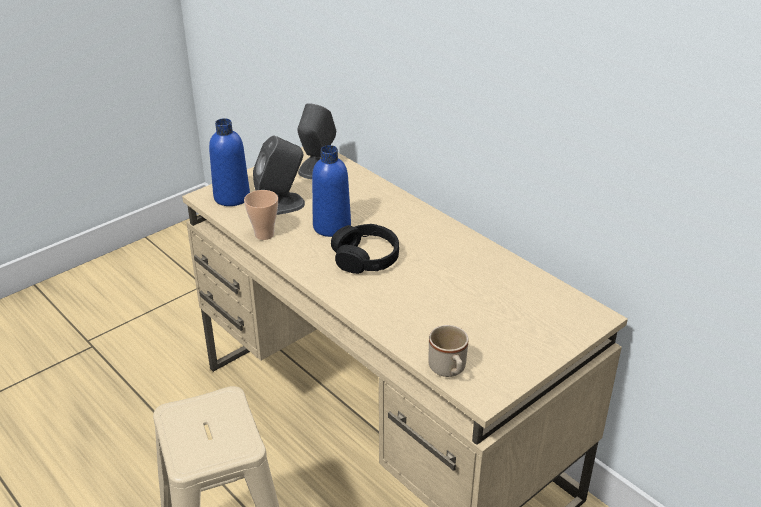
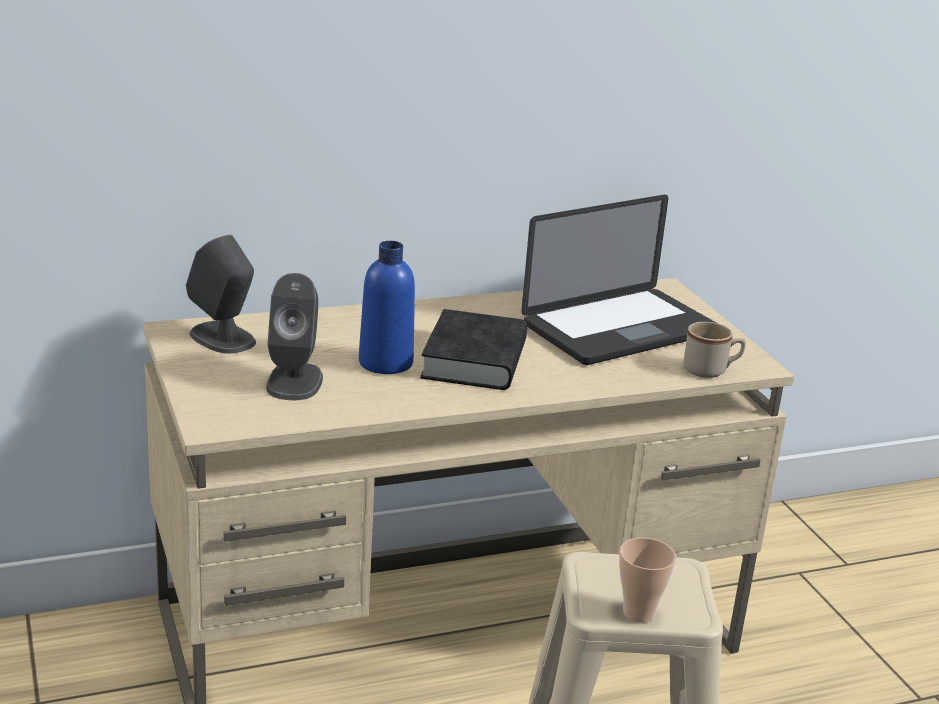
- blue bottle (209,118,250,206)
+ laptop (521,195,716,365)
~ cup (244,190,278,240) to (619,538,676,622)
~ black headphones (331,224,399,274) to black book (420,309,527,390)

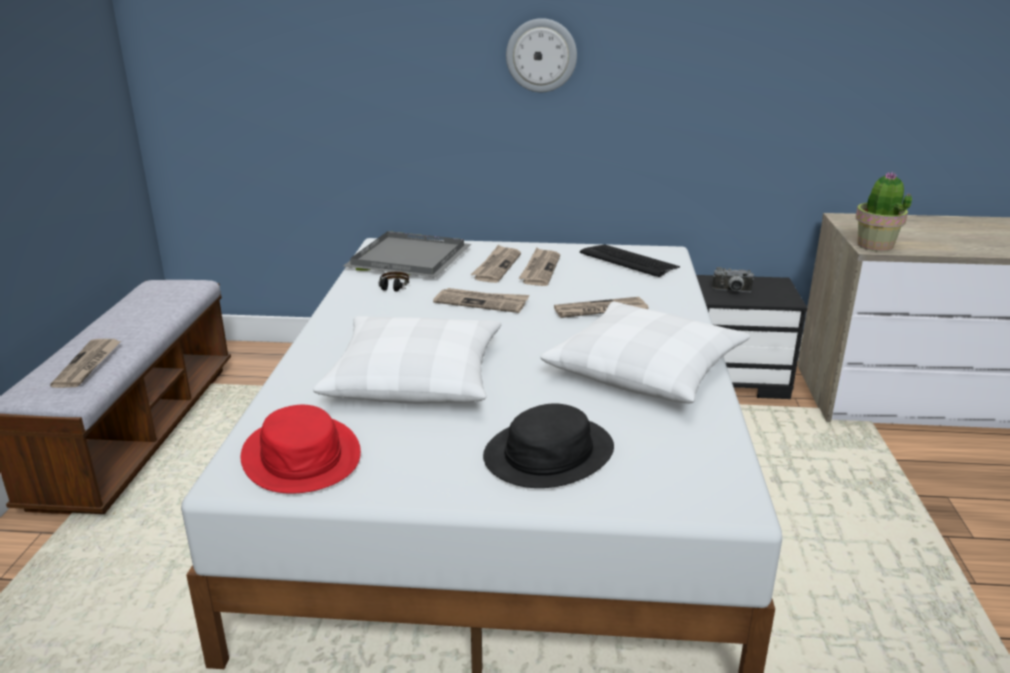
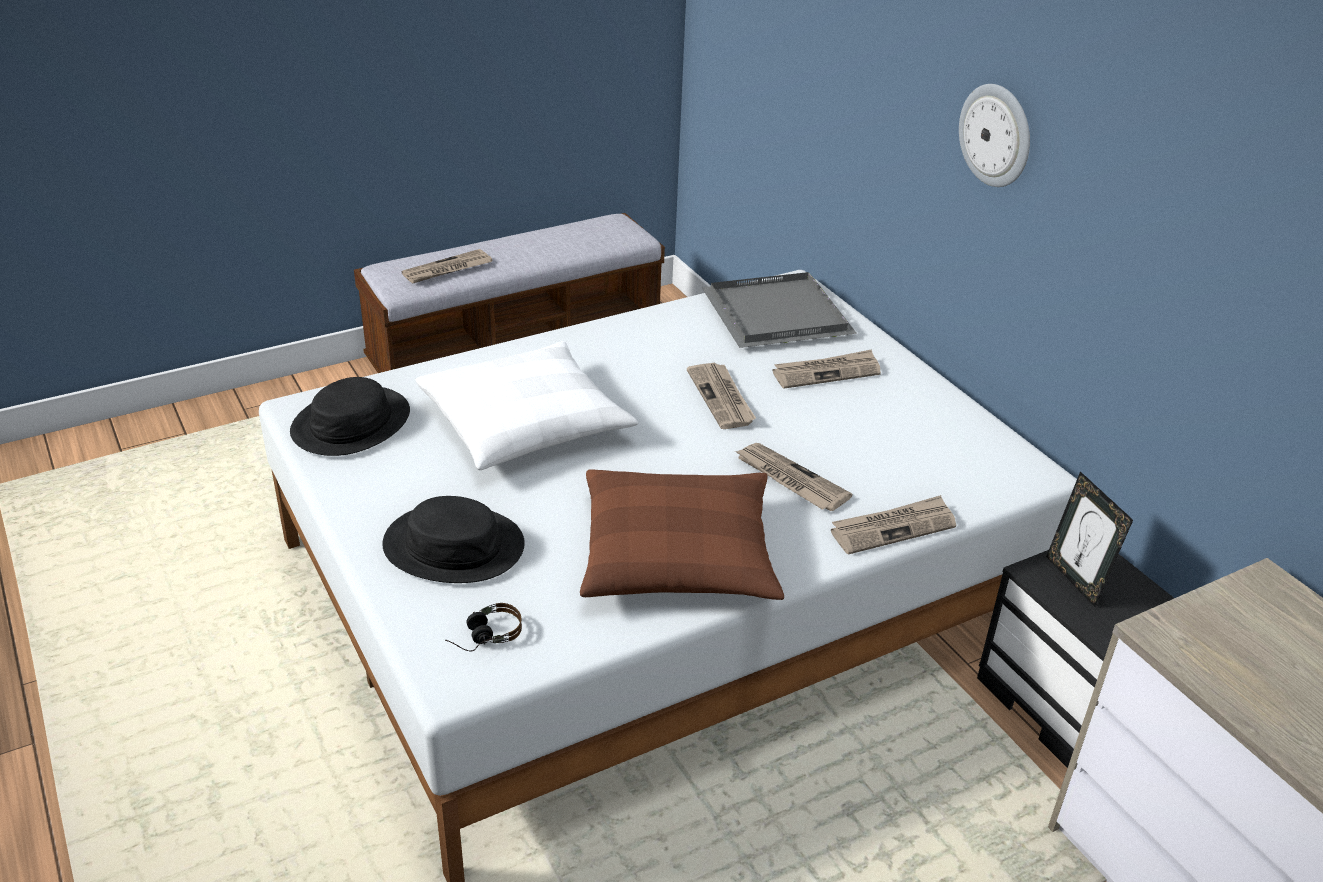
- keyboard (580,244,680,277)
- potted plant (856,173,912,252)
~ headphones (378,272,409,291) to (445,603,522,652)
~ newspaper (518,247,560,286) to (831,495,956,555)
~ photo camera (712,267,754,292) to picture frame (1046,471,1133,607)
~ red hat (241,405,361,494) to black hat (290,377,410,456)
~ white pillow (541,302,750,404) to brown pillow (580,469,784,600)

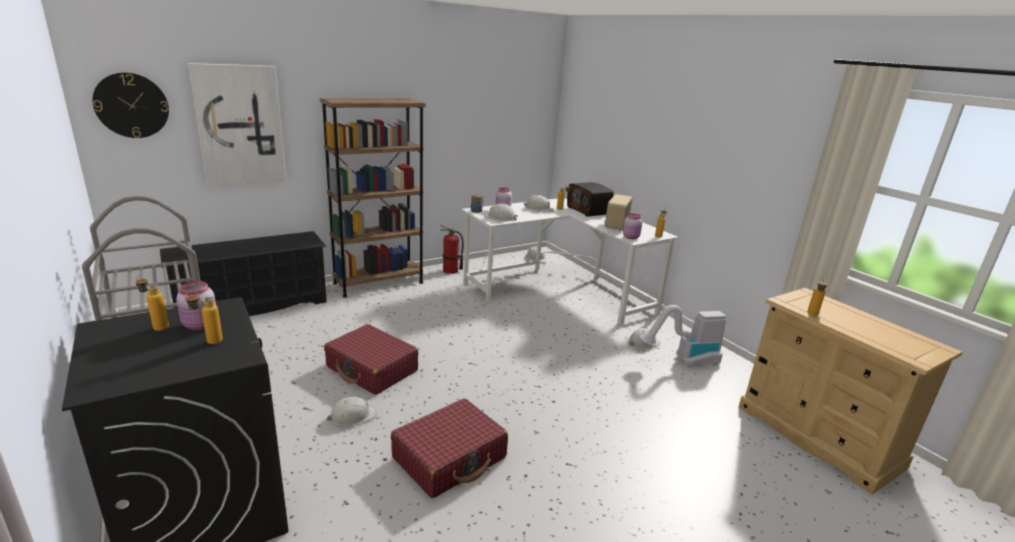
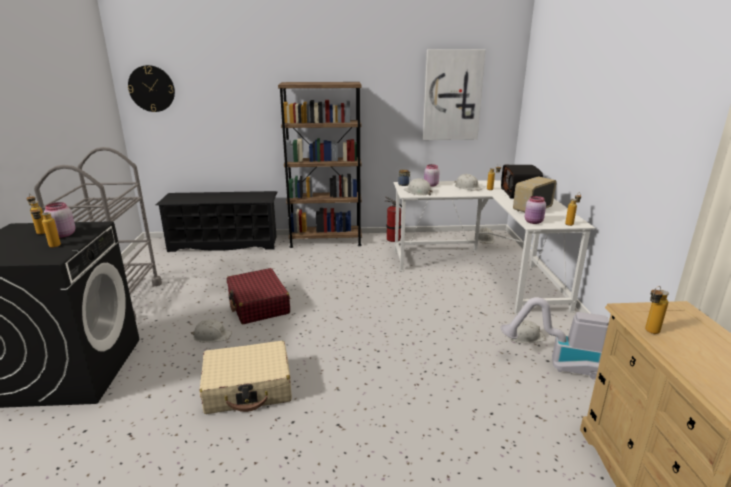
~ picture (188,63,286,186) to (423,50,486,140)
~ red suitcase (391,398,508,498) to beige suitcase (200,341,292,414)

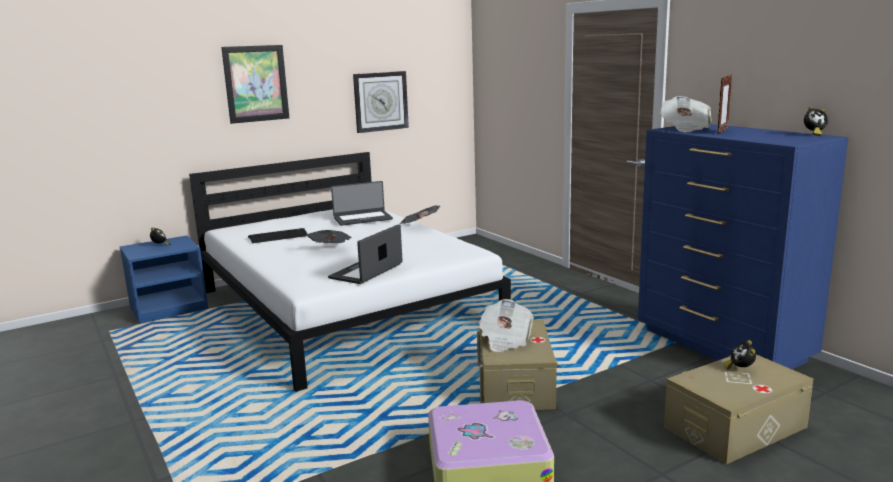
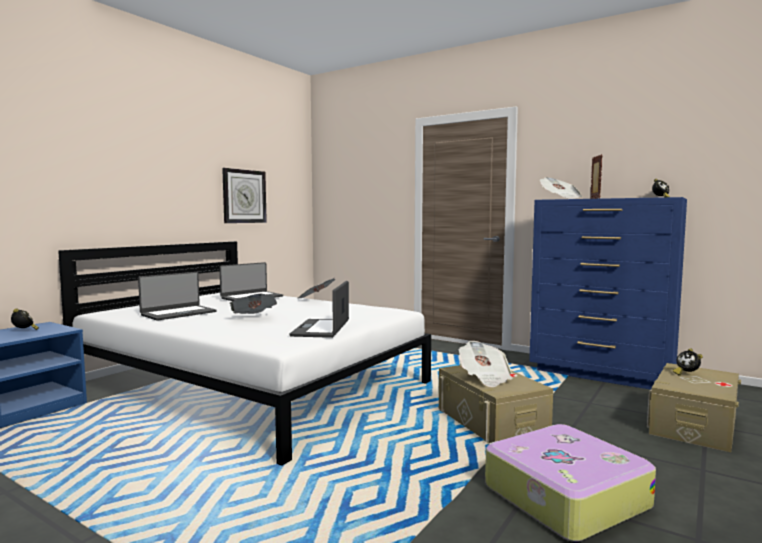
- picture (221,45,289,124)
~ keyboard (248,228,307,243) to laptop (138,272,216,321)

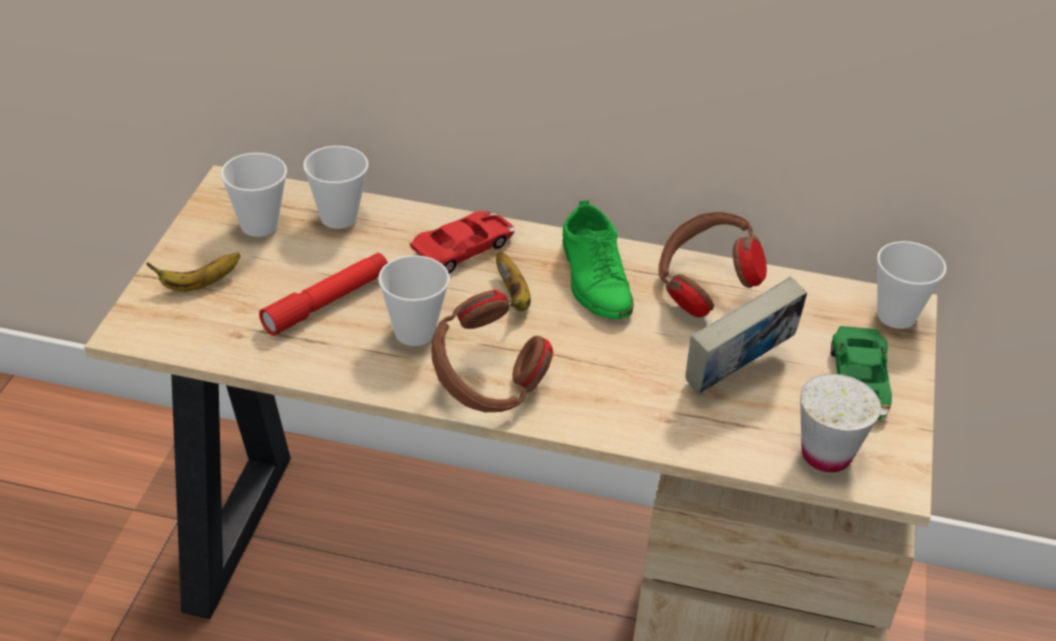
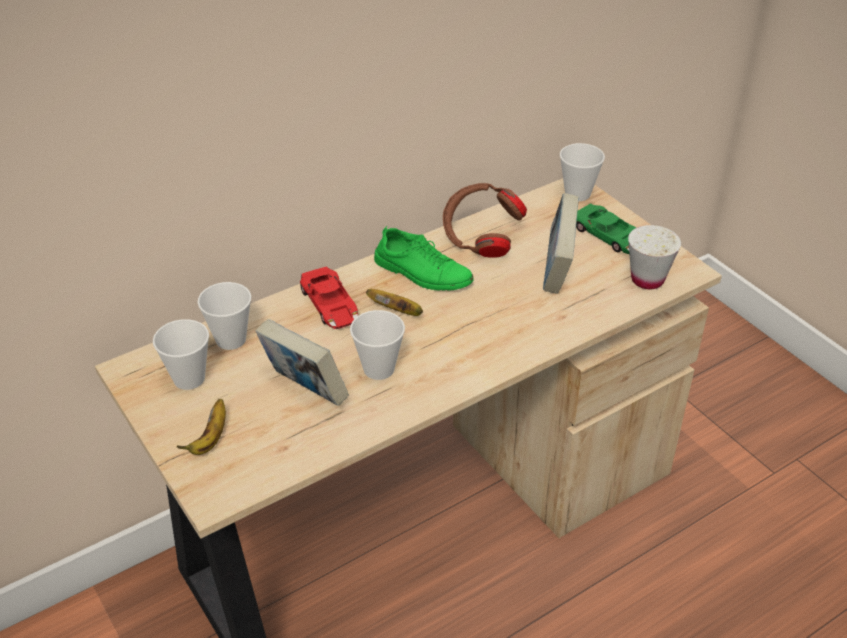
- brown headphones (431,290,553,412)
~ red flashlight (259,253,388,336) to book (255,319,349,406)
~ red toy car (410,211,515,273) = (300,267,358,329) 150 degrees clockwise

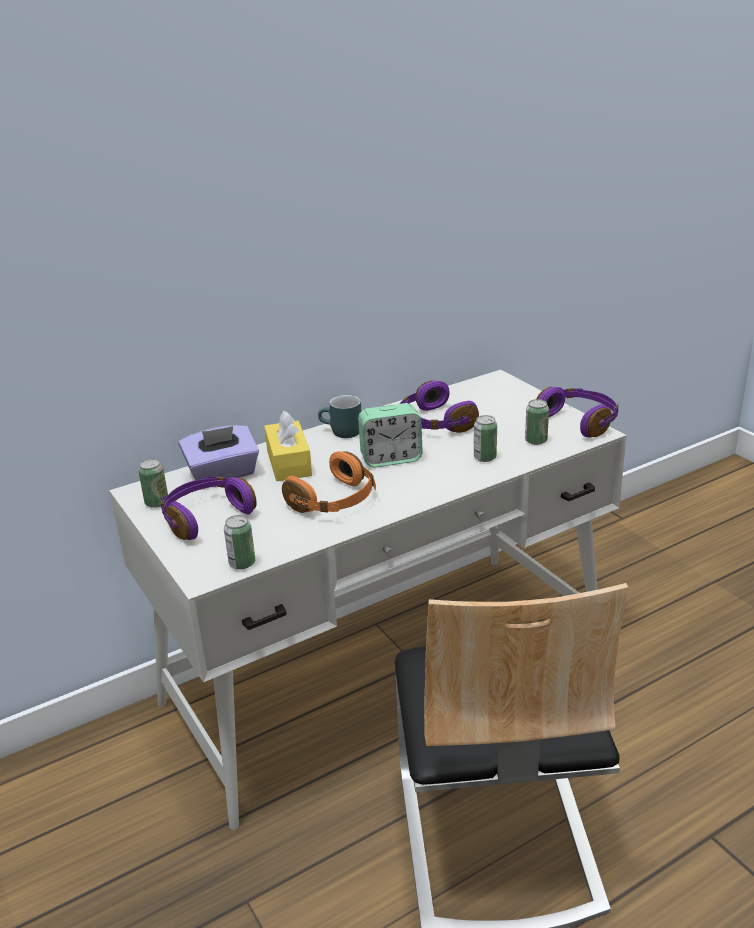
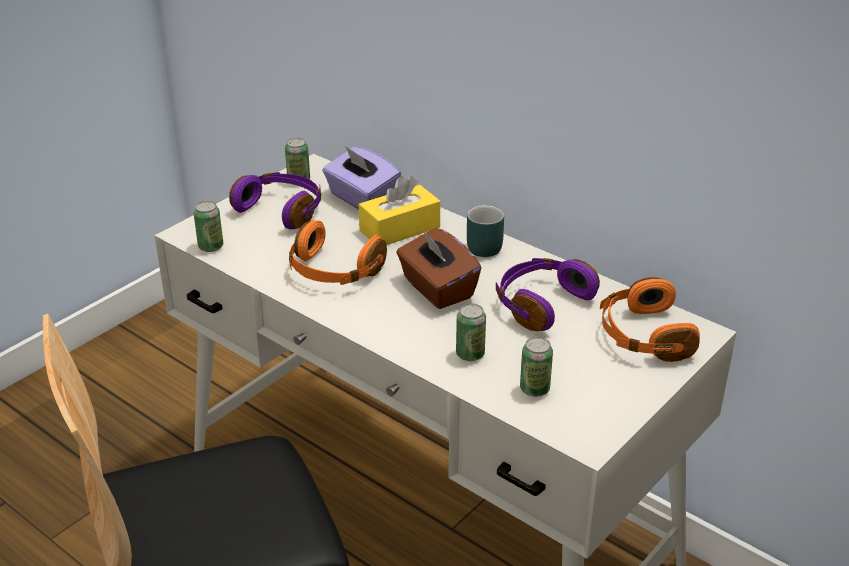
- purple headphones (537,387,618,437)
+ orange headphones (600,277,700,362)
~ alarm clock (358,403,422,467) to brown tissue box (396,228,481,309)

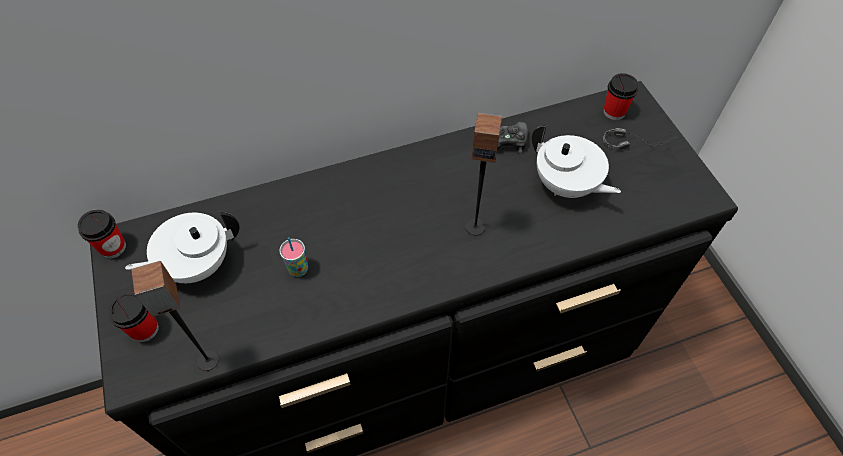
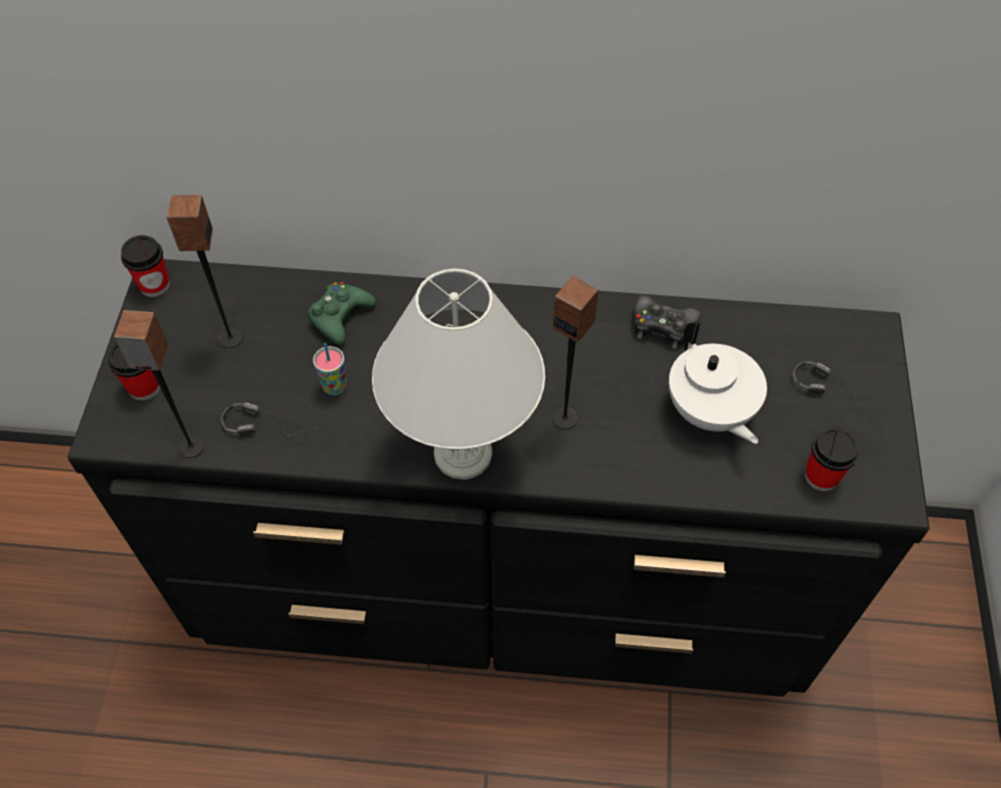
+ headphones (221,402,316,436)
+ green game controller (308,282,376,345)
+ white table lamp (372,269,545,480)
~ cup (603,73,638,120) to (805,427,859,491)
~ white teapot (125,212,239,283) to speaker (166,195,243,348)

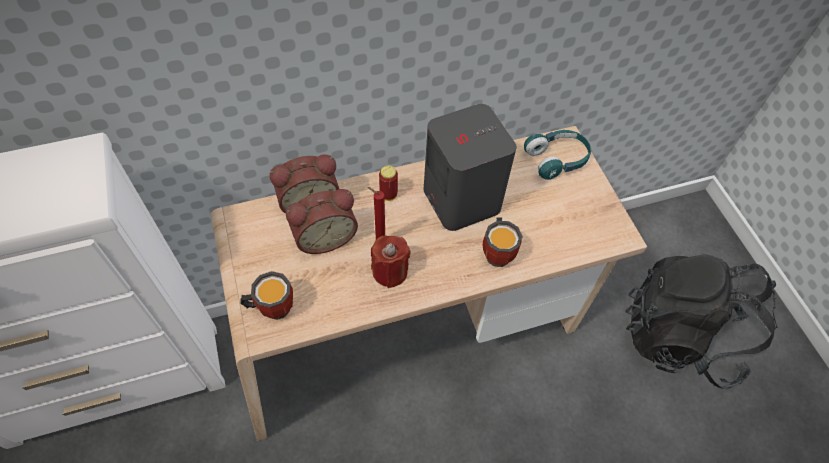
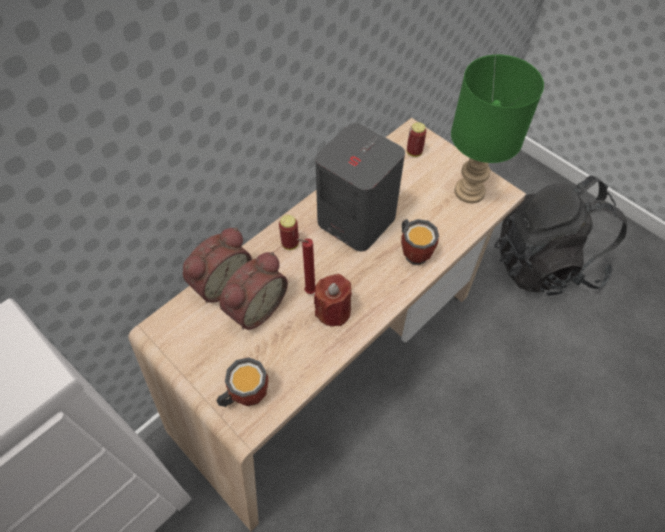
+ green table lamp (451,55,544,203)
~ turquoise headphones (524,130,591,180) to can (407,122,427,157)

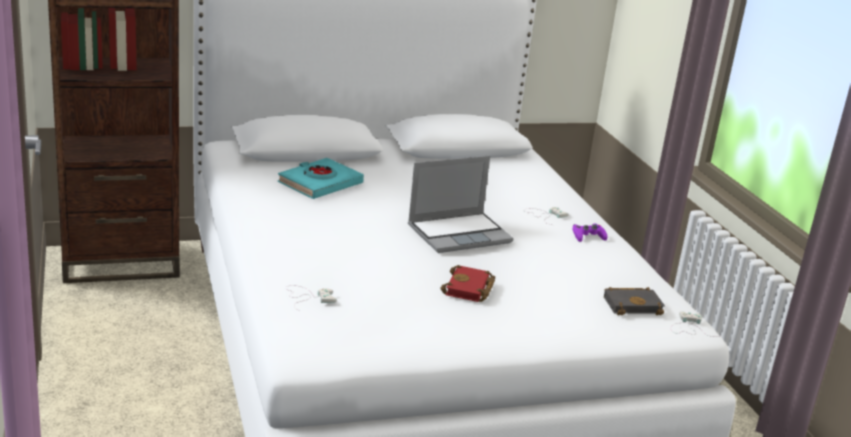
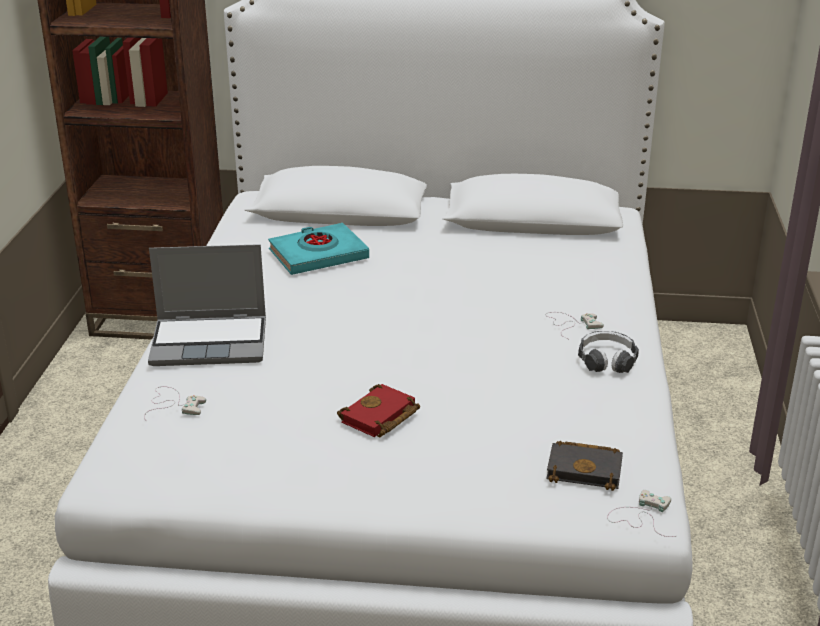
~ laptop (408,156,514,253) to (148,244,266,366)
~ purple game controller (572,223,607,242) to headphones (578,331,639,373)

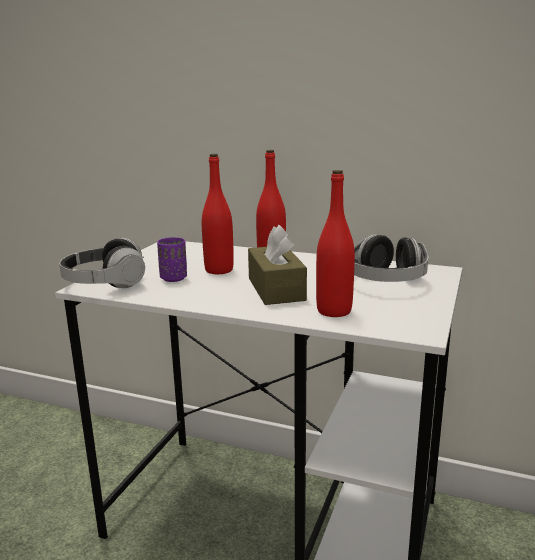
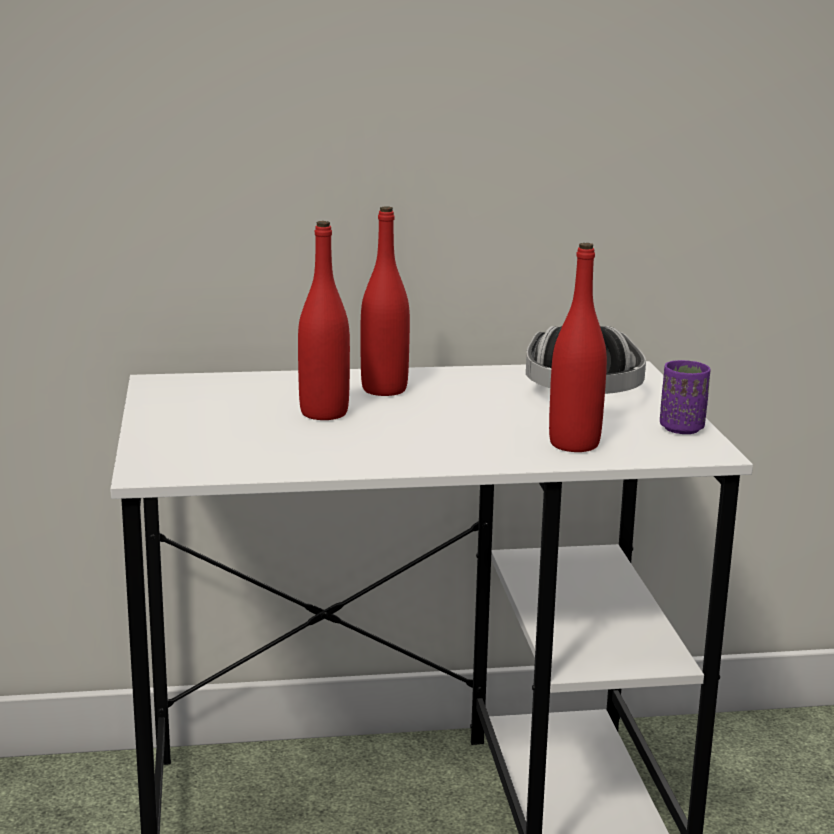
- headphones (59,238,145,288)
- brown tissue box (248,224,307,305)
~ purple cup (157,237,187,282) to (660,360,711,434)

